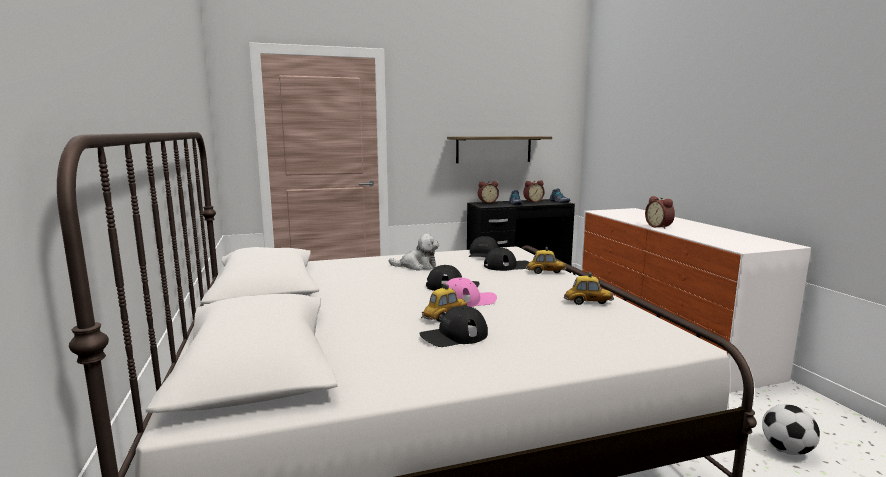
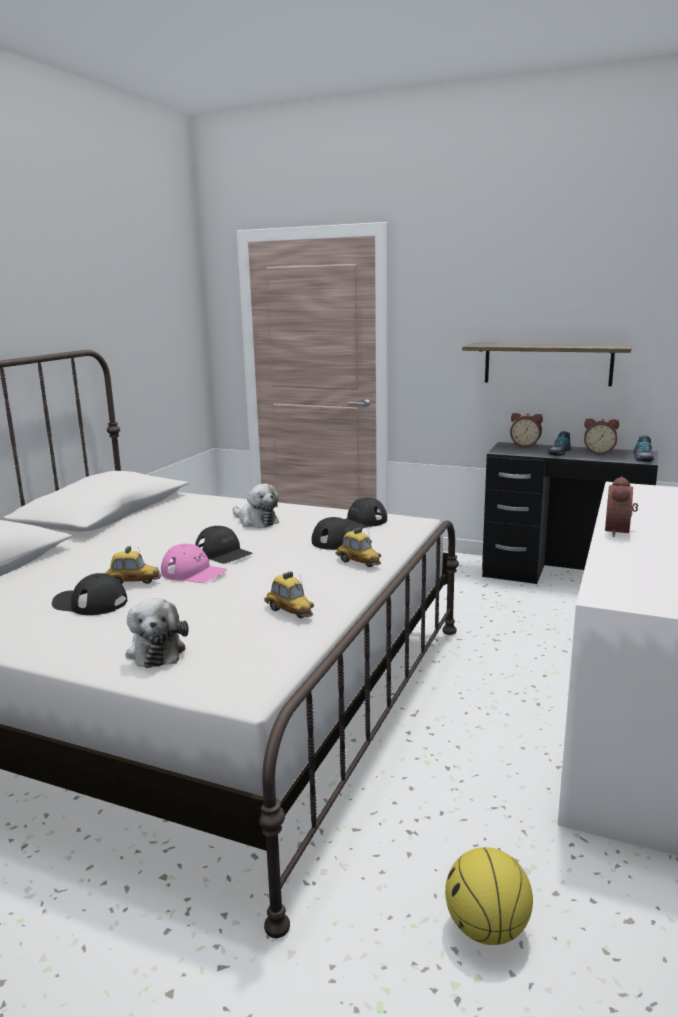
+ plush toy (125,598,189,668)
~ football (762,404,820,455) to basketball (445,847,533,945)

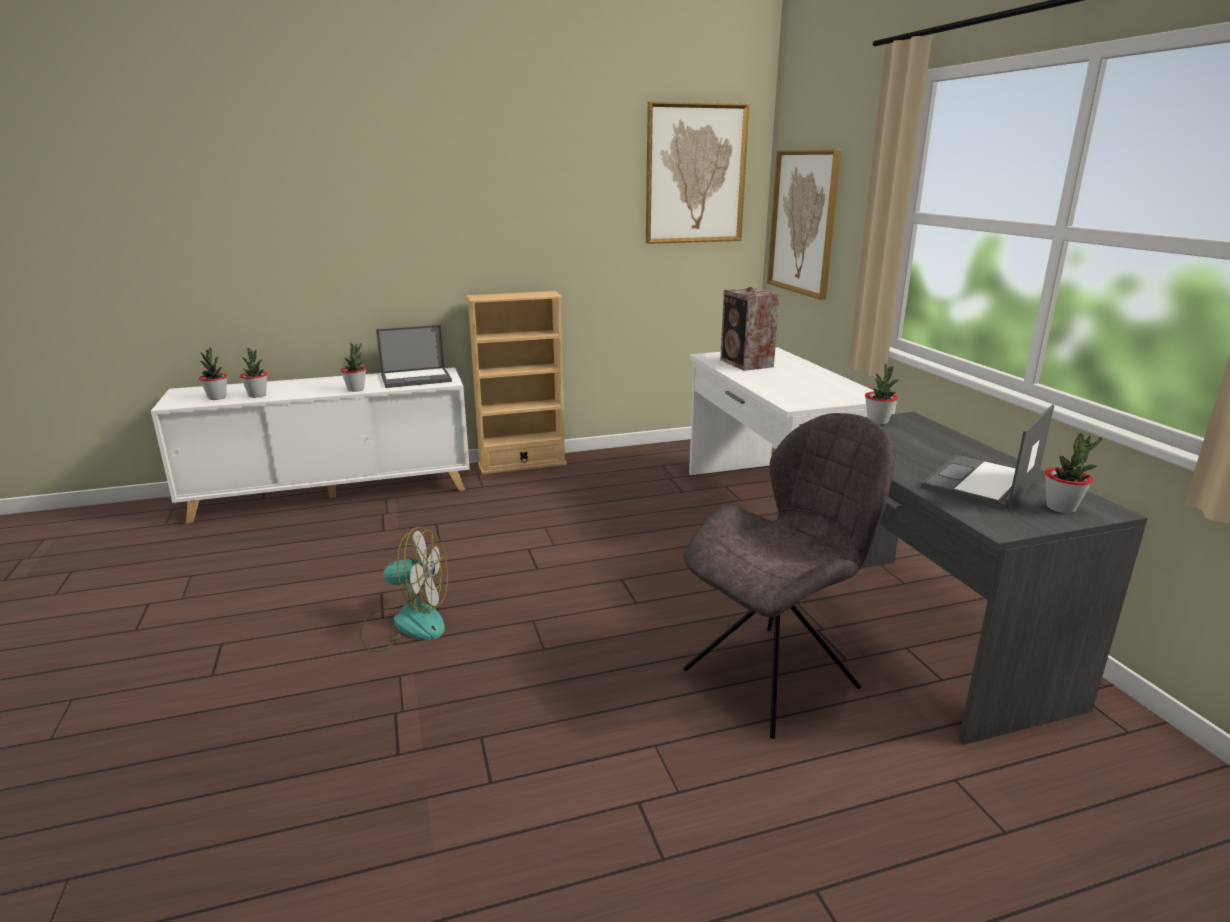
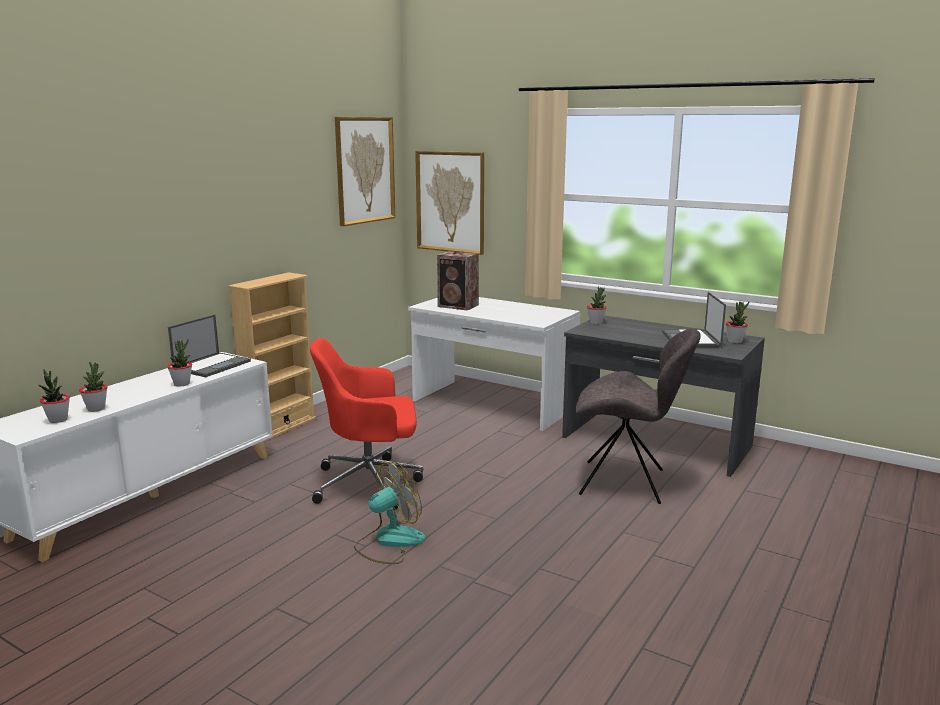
+ red office chair (310,338,423,510)
~ grey chair (683,413,896,739) = (575,328,701,504) 90 degrees clockwise

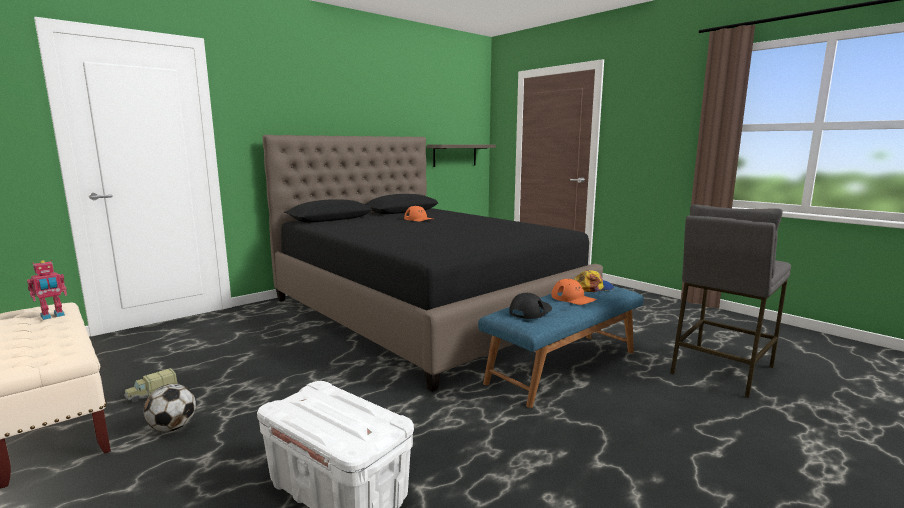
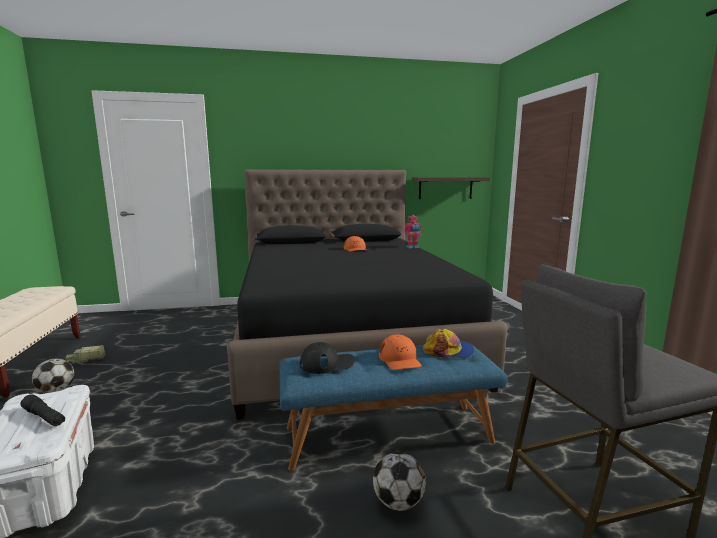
+ black flashlight (20,394,65,426)
+ football (373,452,425,511)
~ toy robot (27,260,67,320) to (404,215,422,248)

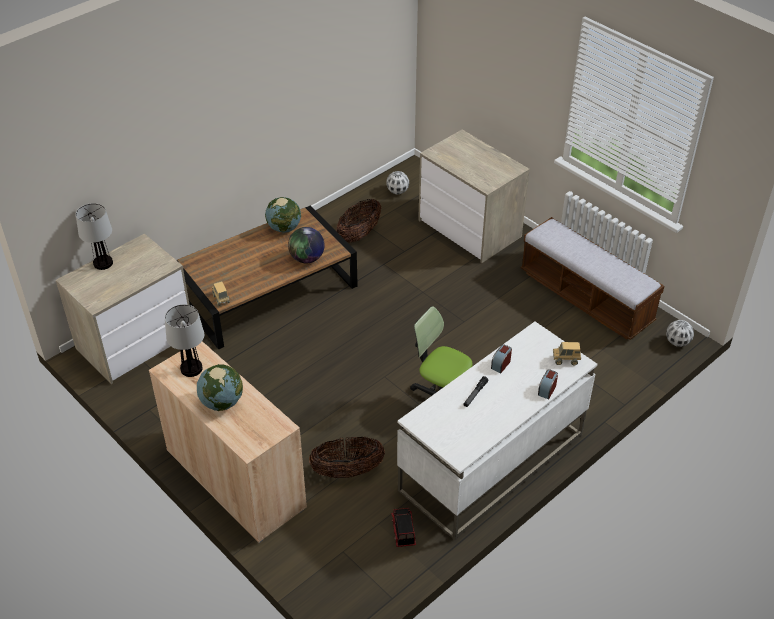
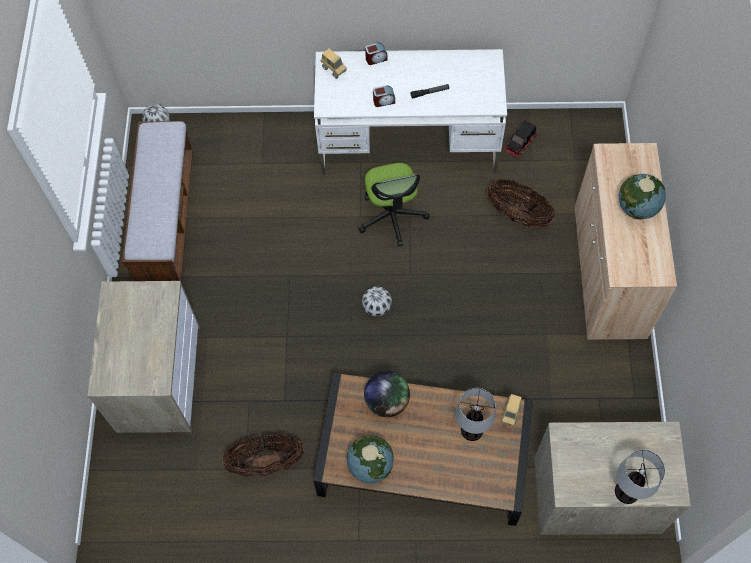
~ table lamp (165,304,204,377) to (455,388,495,441)
~ football (386,171,409,194) to (362,286,392,316)

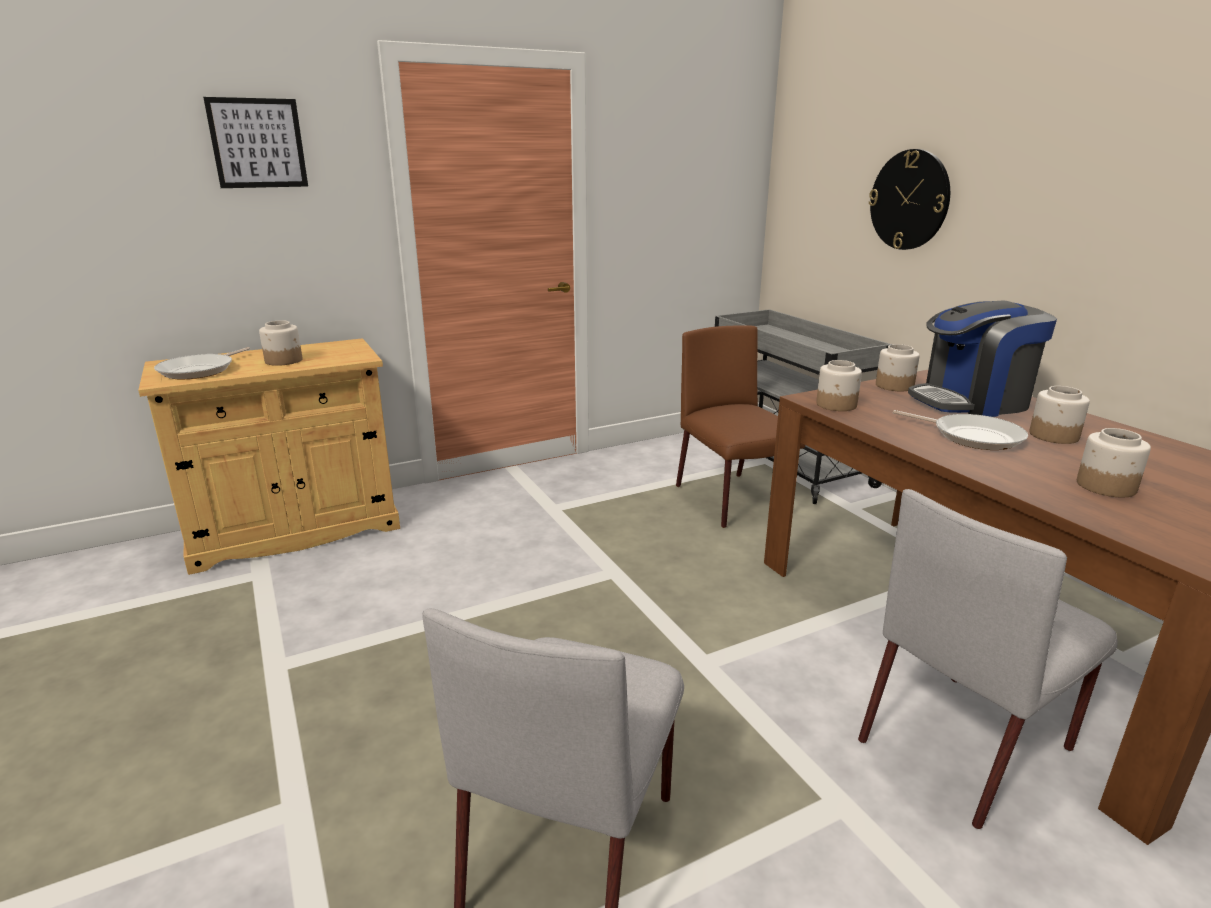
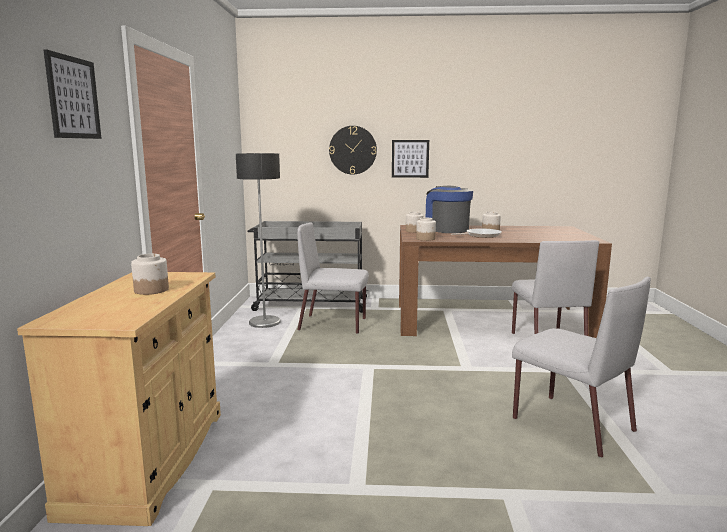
- frying pan (154,347,250,379)
- jar (1077,428,1151,497)
+ floor lamp (236,153,280,328)
+ picture (392,140,429,178)
~ brown chair (676,326,805,528) to grey chair (297,223,369,334)
~ coffee machine (908,301,1057,417) = (426,186,473,233) 135 degrees clockwise

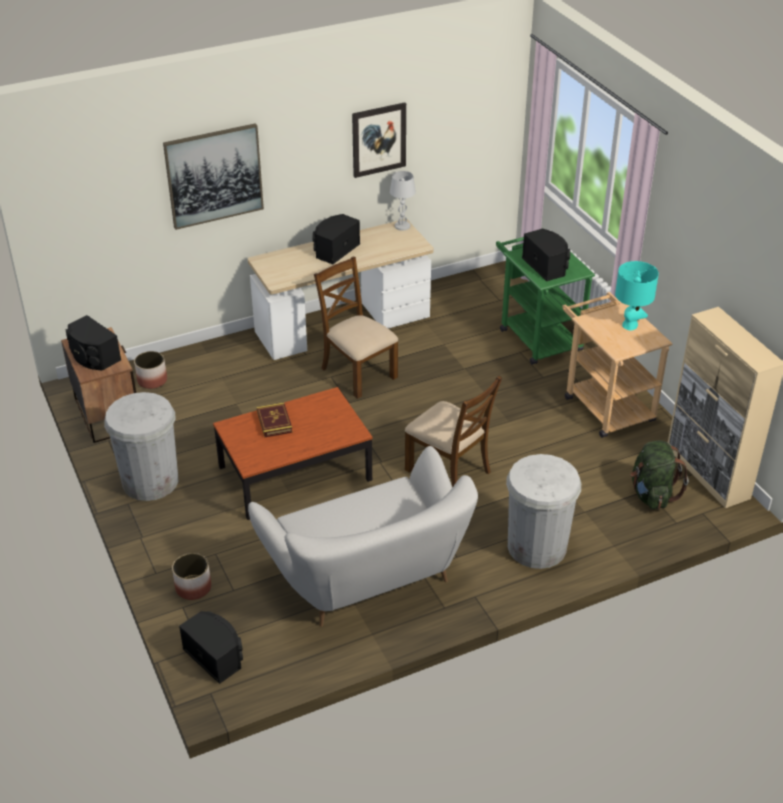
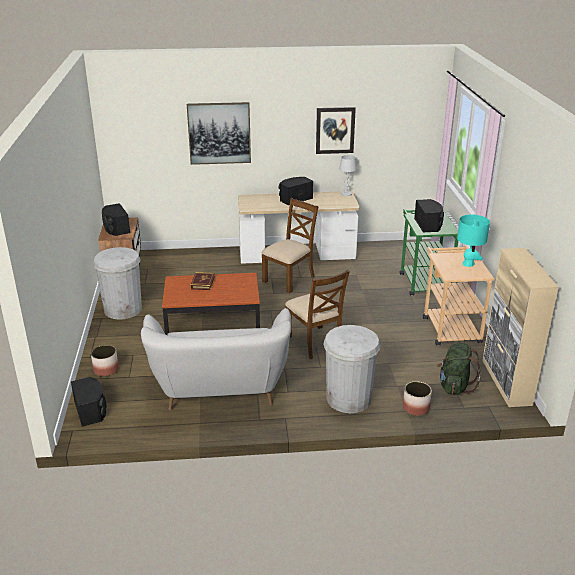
~ planter (134,351,167,389) to (403,381,432,416)
~ brown chair (314,257,398,399) = (262,198,319,293) 60 degrees clockwise

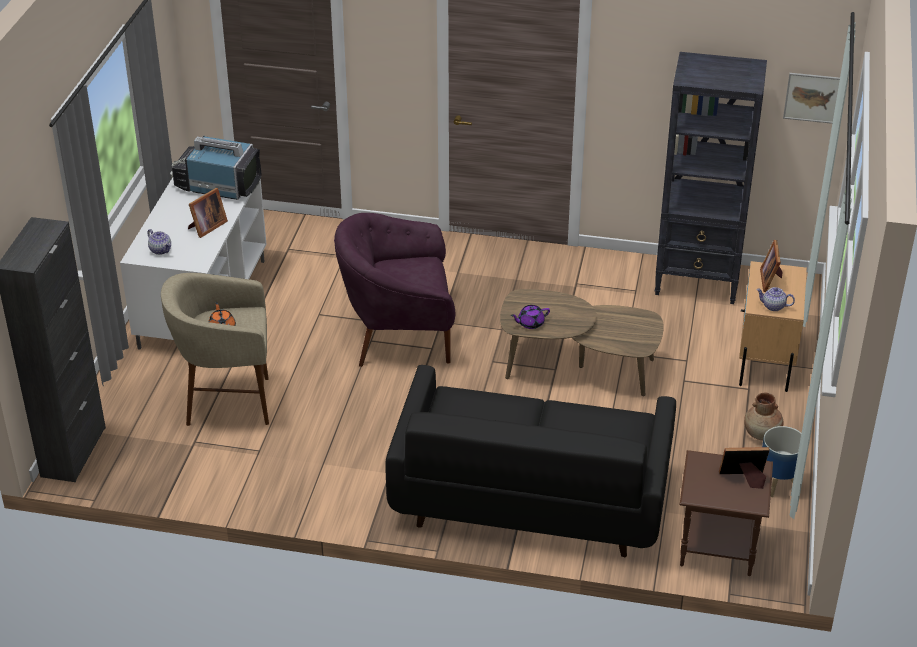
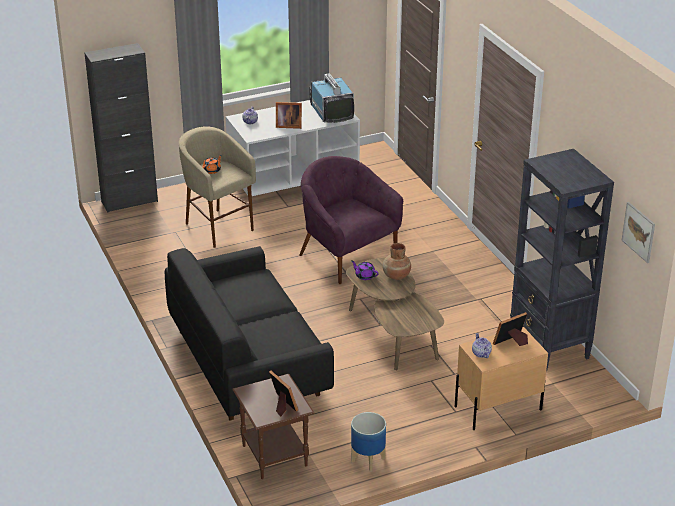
~ brown vase (744,393,783,440) to (382,243,411,280)

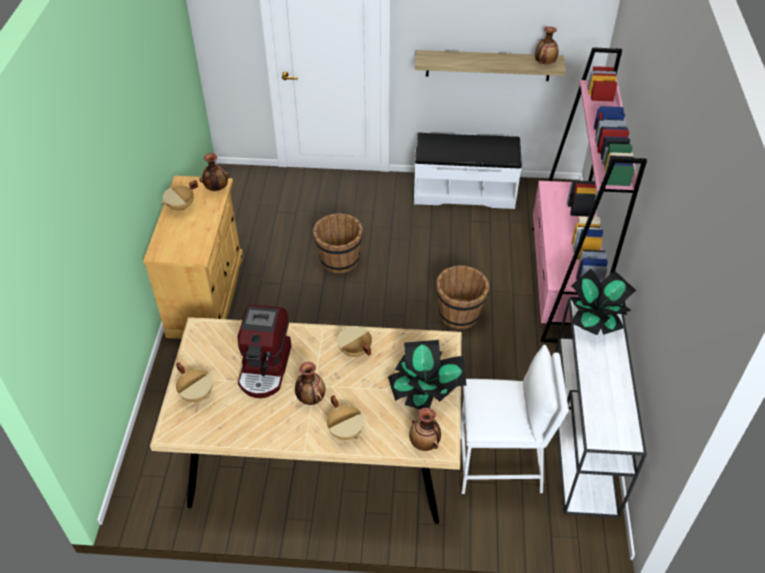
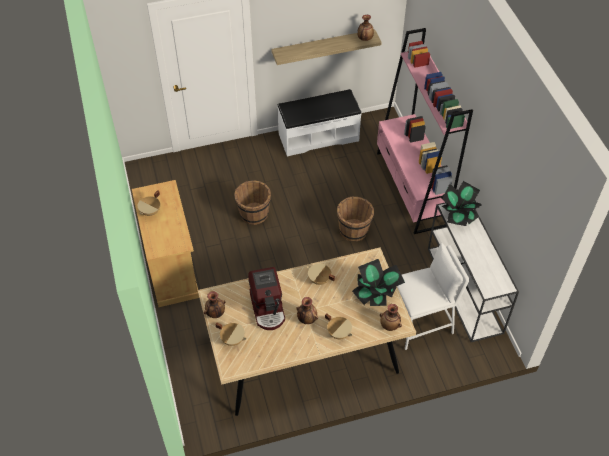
~ vase (199,153,230,191) to (204,291,225,318)

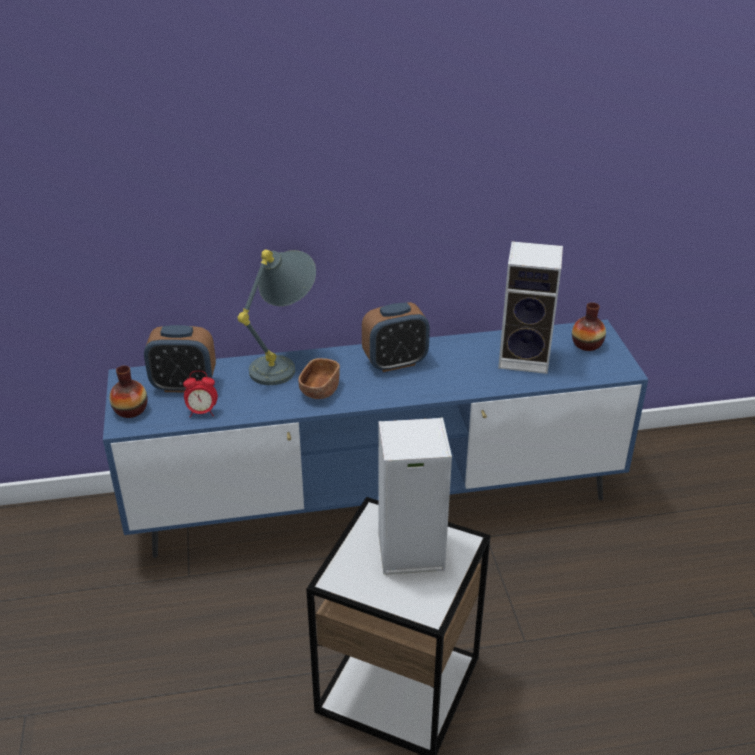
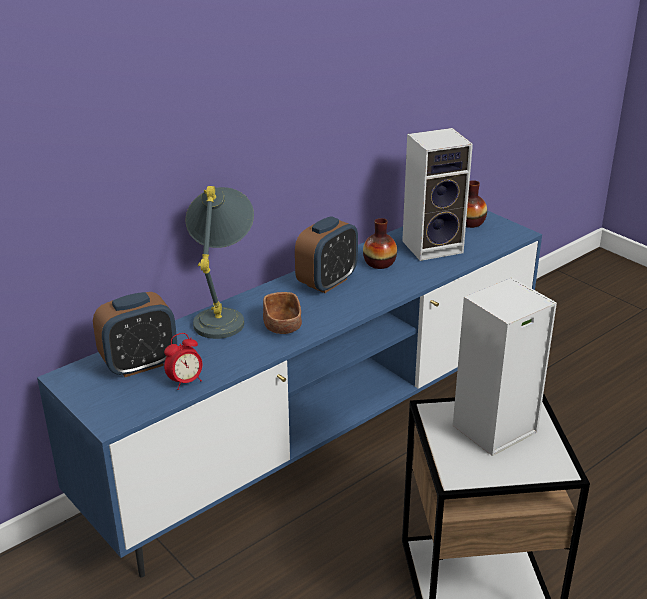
~ vase (110,365,147,418) to (363,218,397,269)

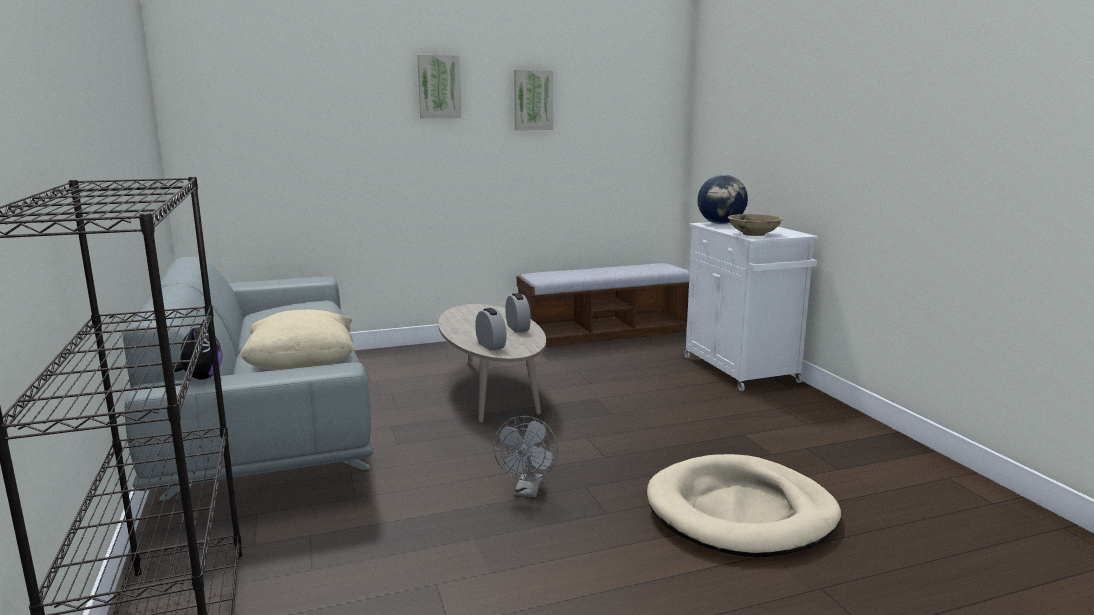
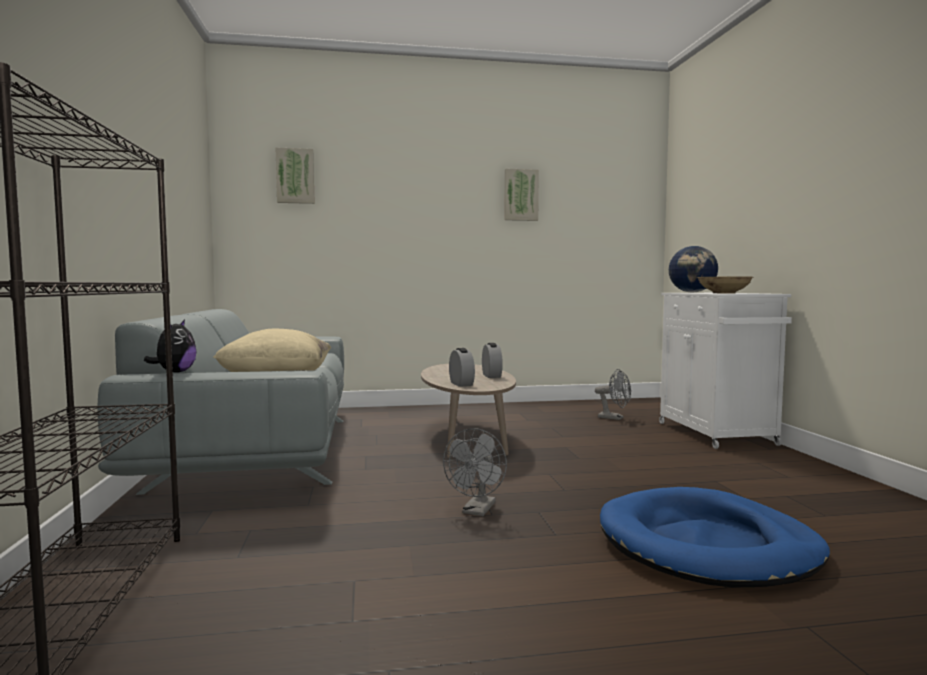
- bench (517,263,690,346)
+ grey fan (595,369,631,420)
~ picture (417,55,461,118) to (275,147,315,204)
~ beige dog bed (647,454,841,557) to blue dog bed (600,487,830,588)

